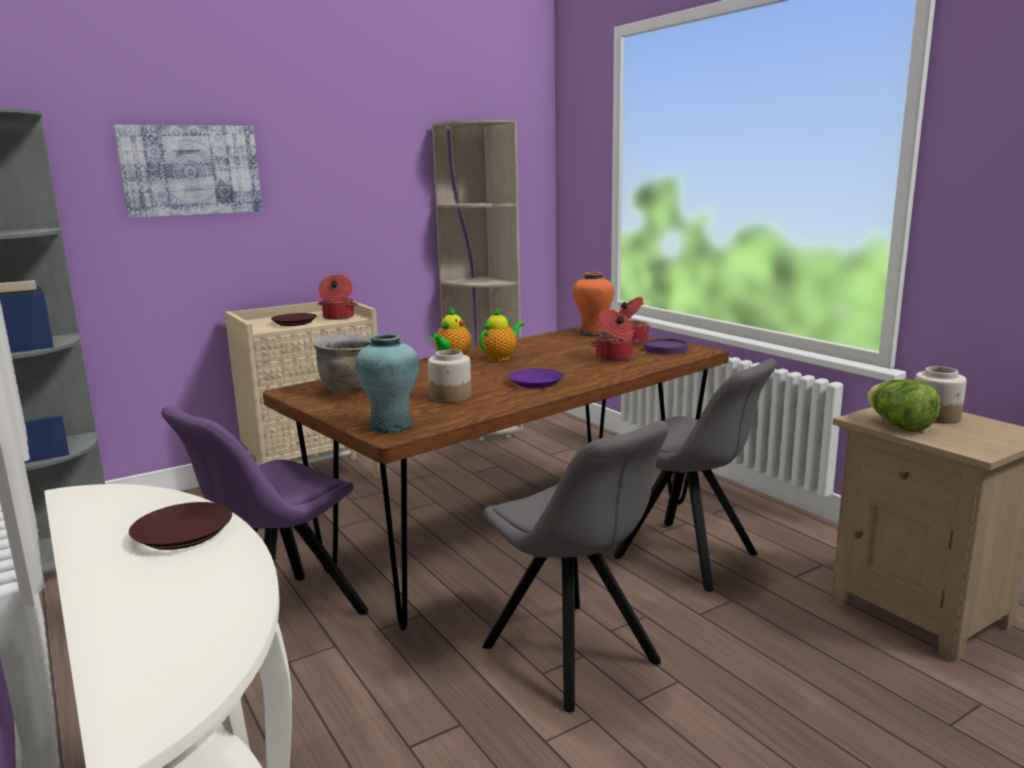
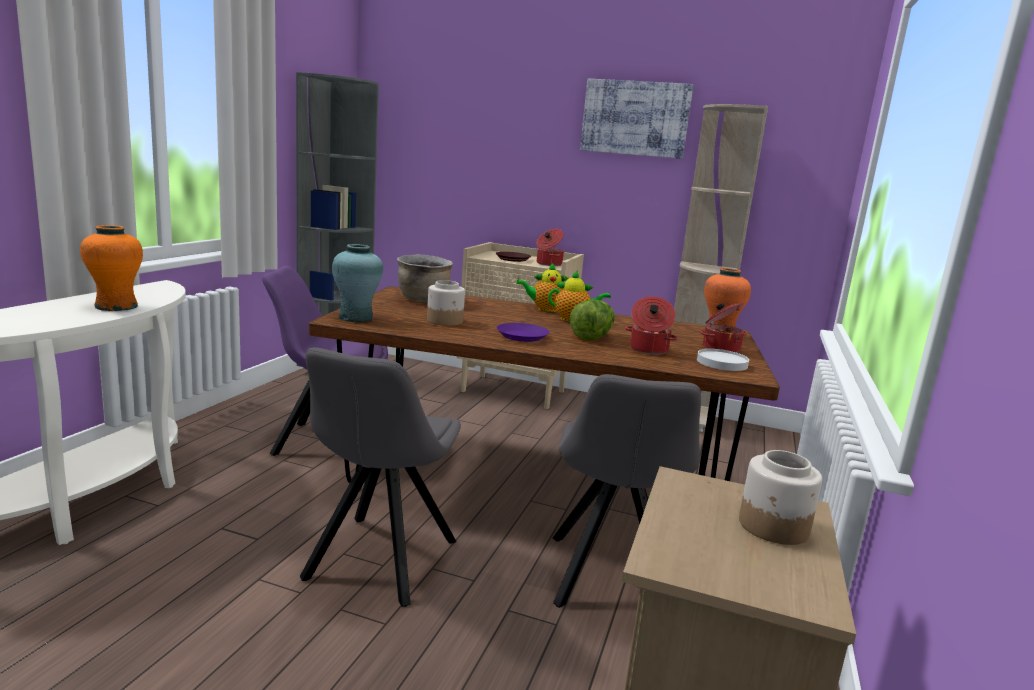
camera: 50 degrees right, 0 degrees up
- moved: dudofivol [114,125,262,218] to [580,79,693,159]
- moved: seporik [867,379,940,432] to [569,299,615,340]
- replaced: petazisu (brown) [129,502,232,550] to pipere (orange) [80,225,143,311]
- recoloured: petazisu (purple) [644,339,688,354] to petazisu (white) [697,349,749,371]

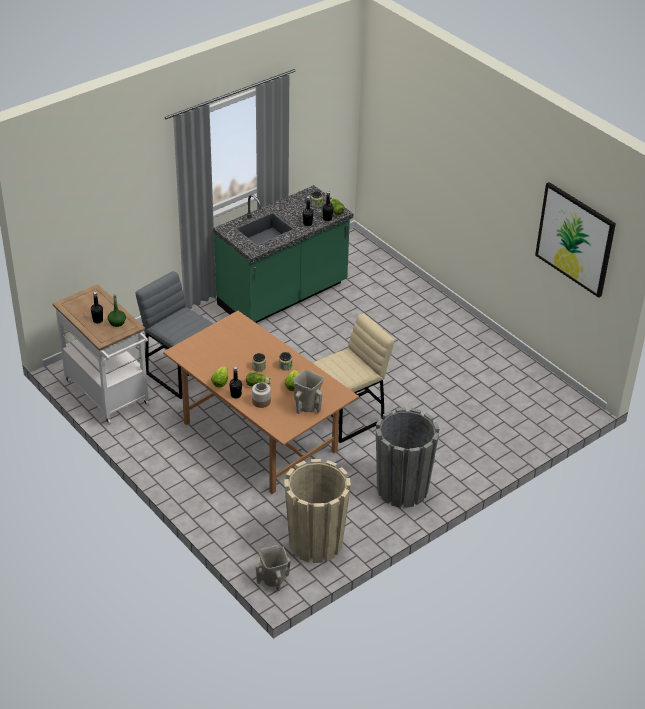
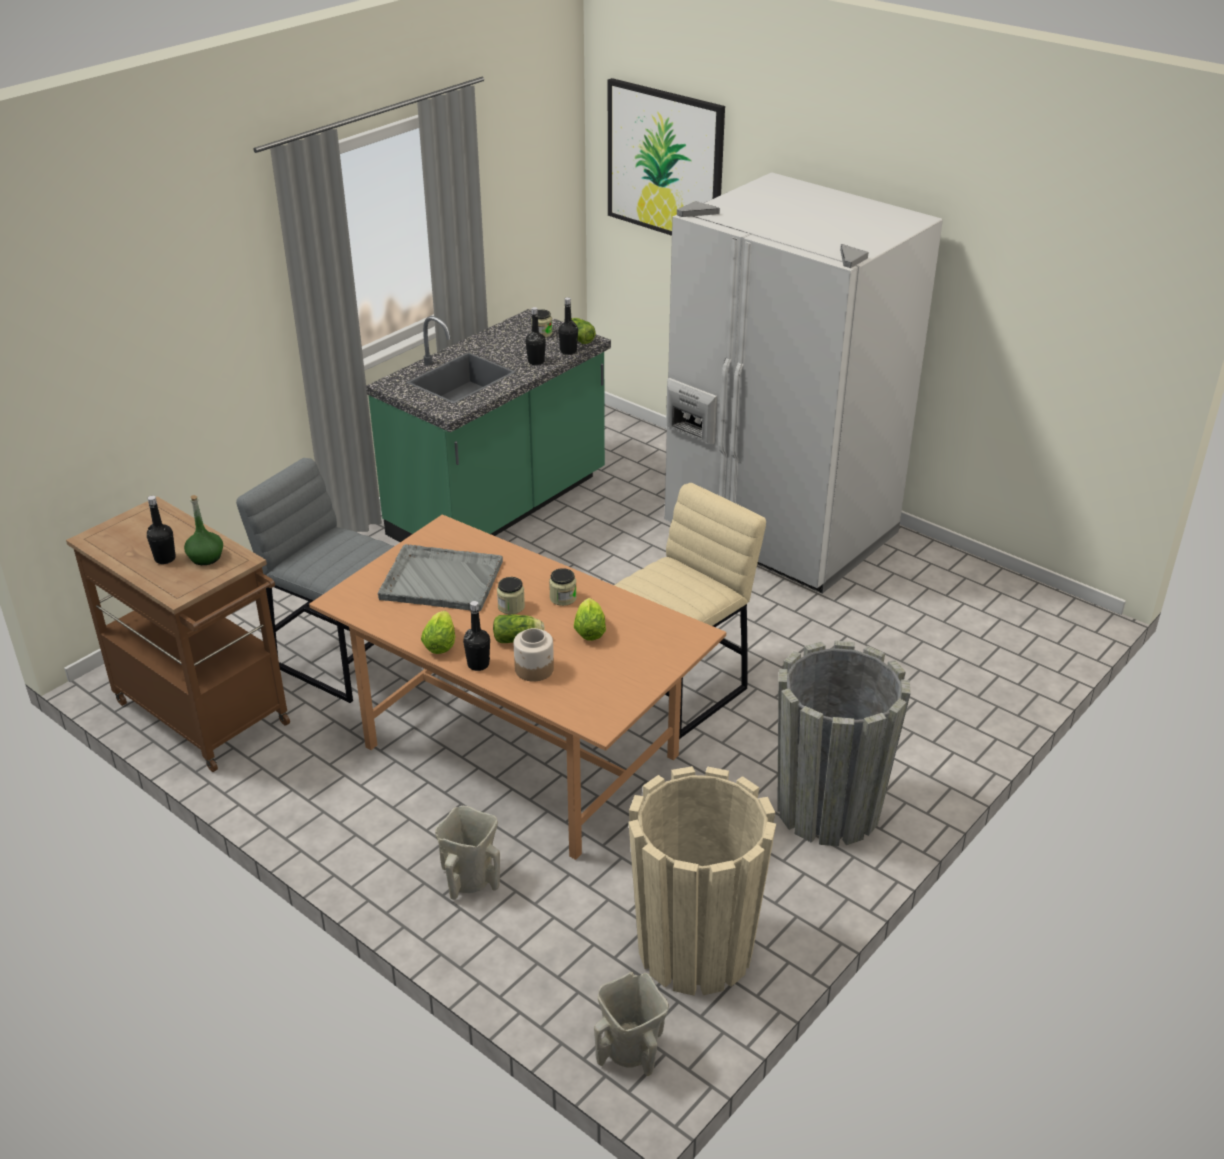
camera: 10 degrees left, 5 degrees down
- added: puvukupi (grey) [377,544,503,611]
- added: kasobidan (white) [665,172,943,594]
- moved: pipere (beige) [293,370,323,414] to [435,806,500,900]
- moved: dudofivol [535,182,616,298] to [608,78,725,236]
- recoloured: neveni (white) [53,284,149,425] to neveni (brown) [66,497,290,772]

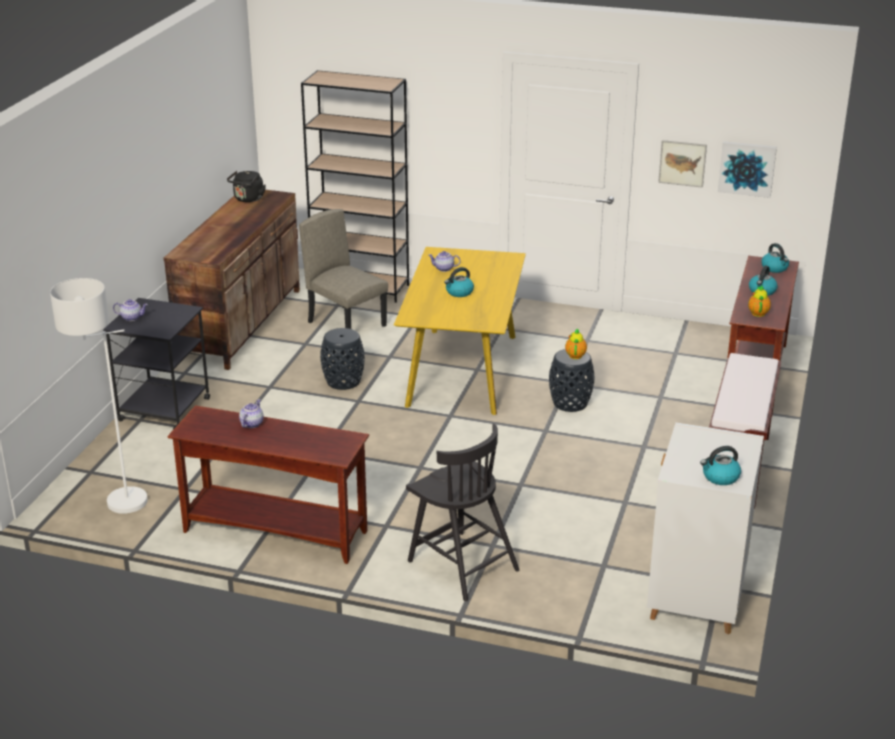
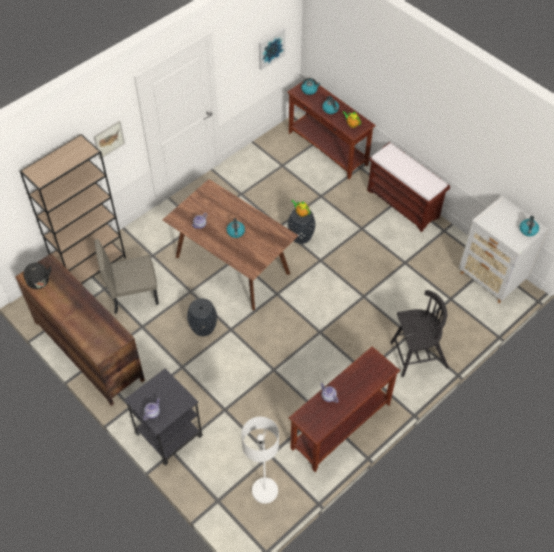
camera: 60 degrees left, 25 degrees up
- moved: dudofivol [658,140,707,188] to [94,121,125,159]
- recoloured: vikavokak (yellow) [394,247,526,415] to vikavokak (brown) [163,179,299,310]

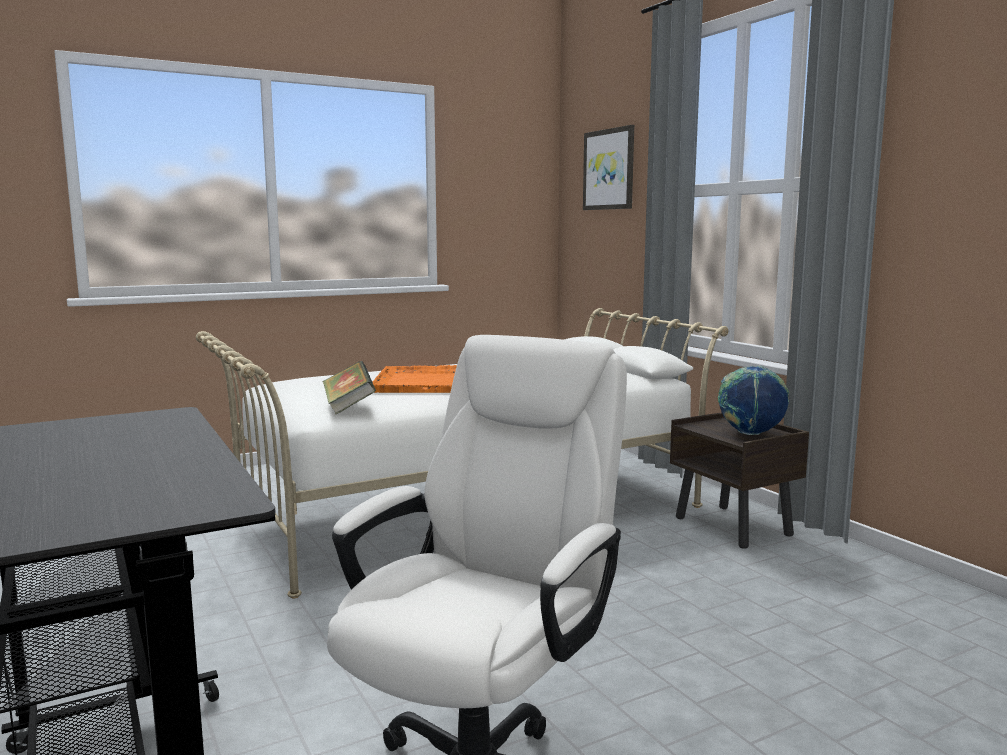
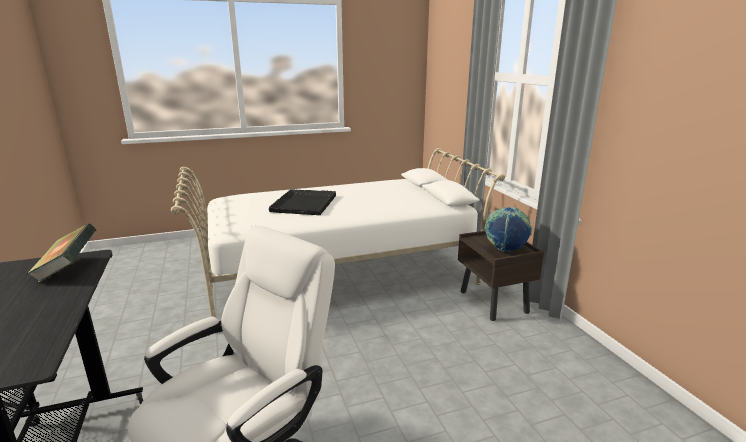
camera: 10 degrees right, 10 degrees up
- removed: dudofivol [583,125,634,210]
- moved: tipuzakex [323,361,376,414] to [27,223,96,283]
- recoloured: puvukupi (orange) [372,365,457,393] to puvukupi (black) [269,189,336,215]

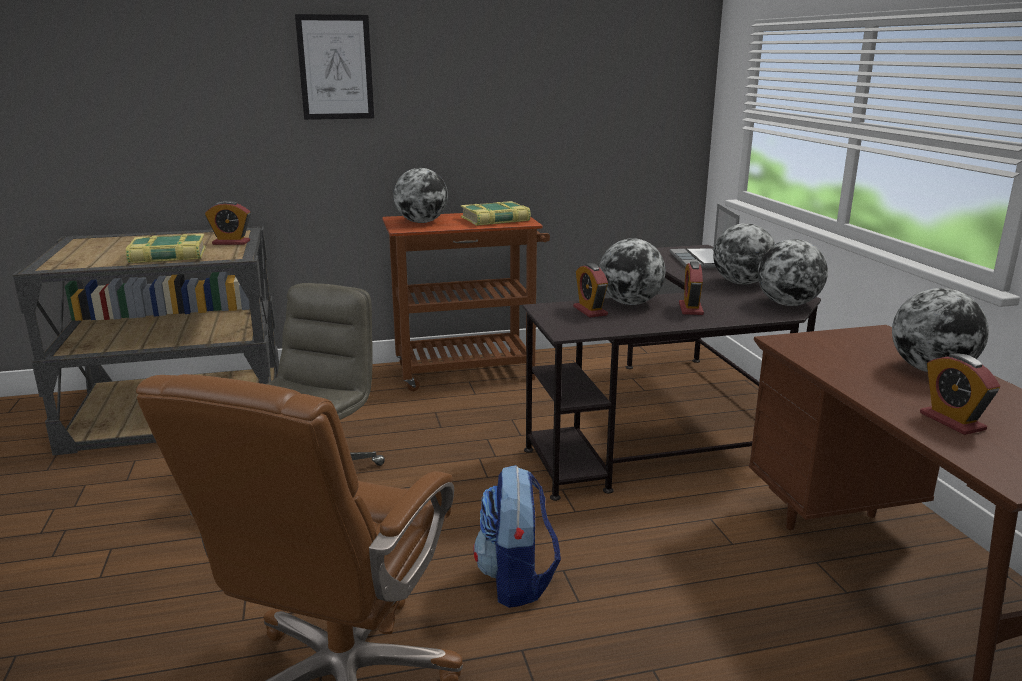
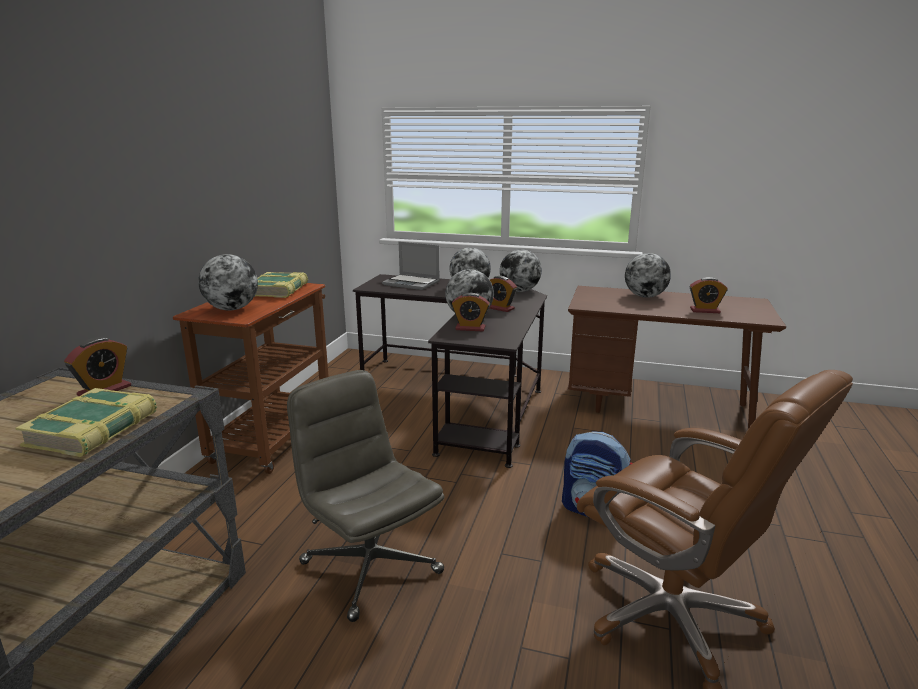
camera: 60 degrees left, 0 degrees up
- removed: dudofivol [295,14,374,120]

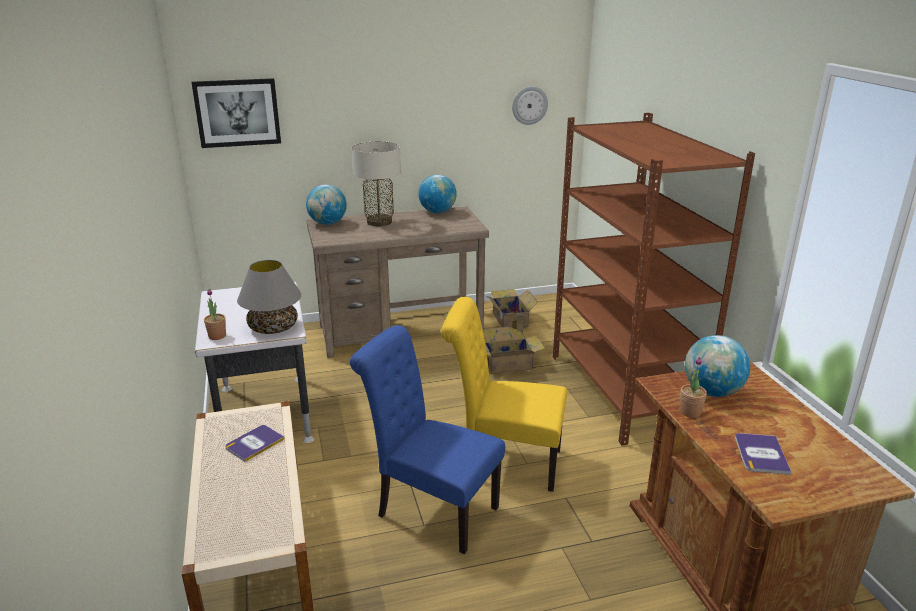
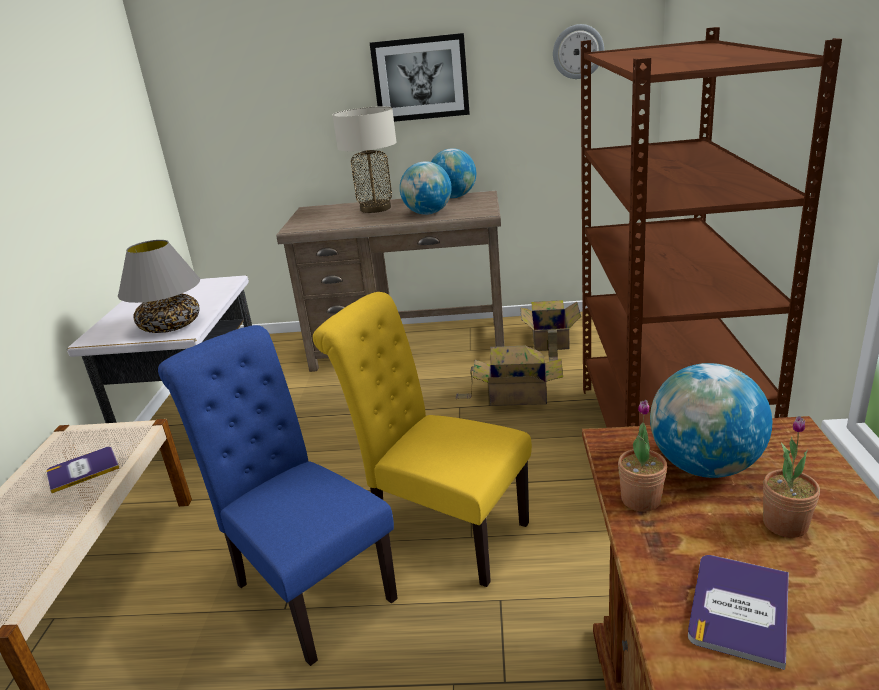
camera: 20 degrees right, 0 degrees up
- moved: dudofivol [191,78,281,148] to [370,33,470,122]
- moved: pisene [204,289,226,340] to [763,416,820,538]
- moved: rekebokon [306,184,347,225] to [400,161,452,215]

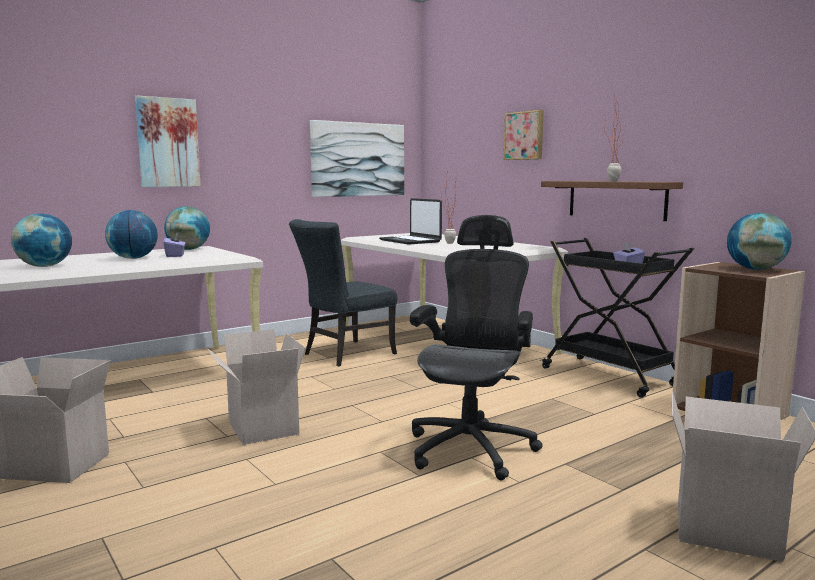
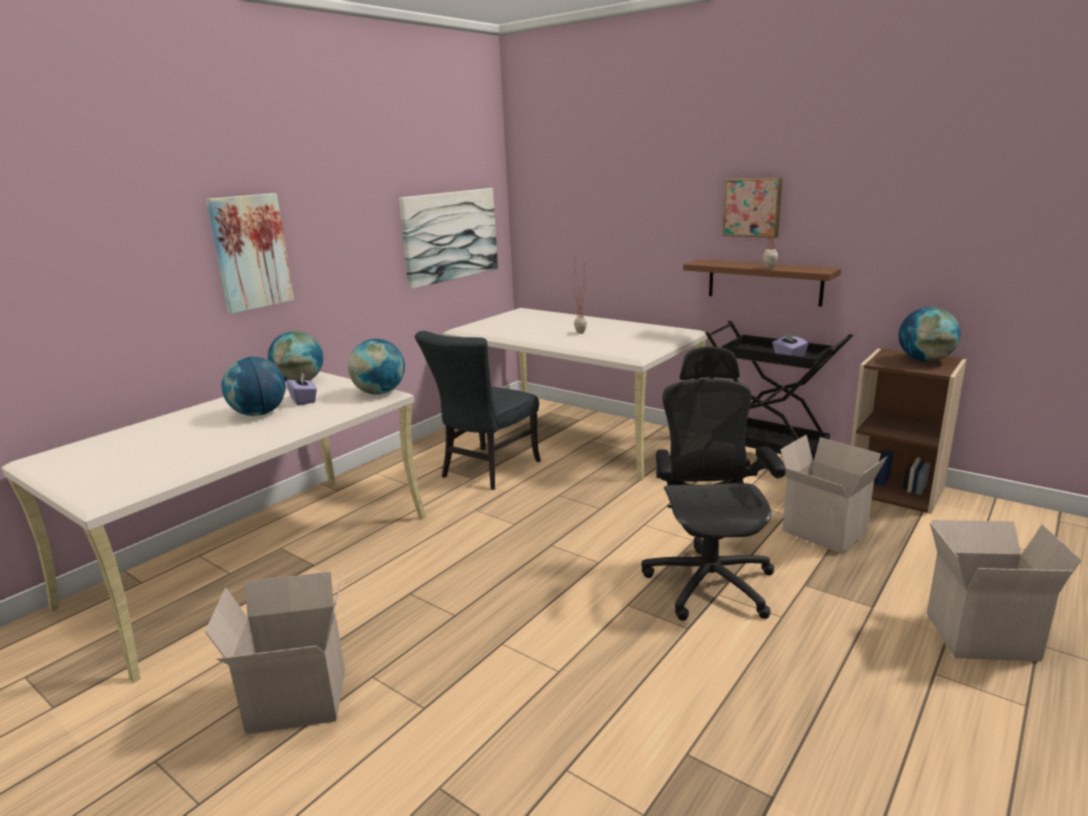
camera: 15 degrees left, 10 degrees up
- removed: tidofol [379,198,442,245]
- moved: rekebokon [11,214,72,267] to [348,339,405,395]
- moved: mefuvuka [207,329,305,445] to [780,435,887,554]
- moved: dudofivol [504,110,544,160] to [722,178,782,238]

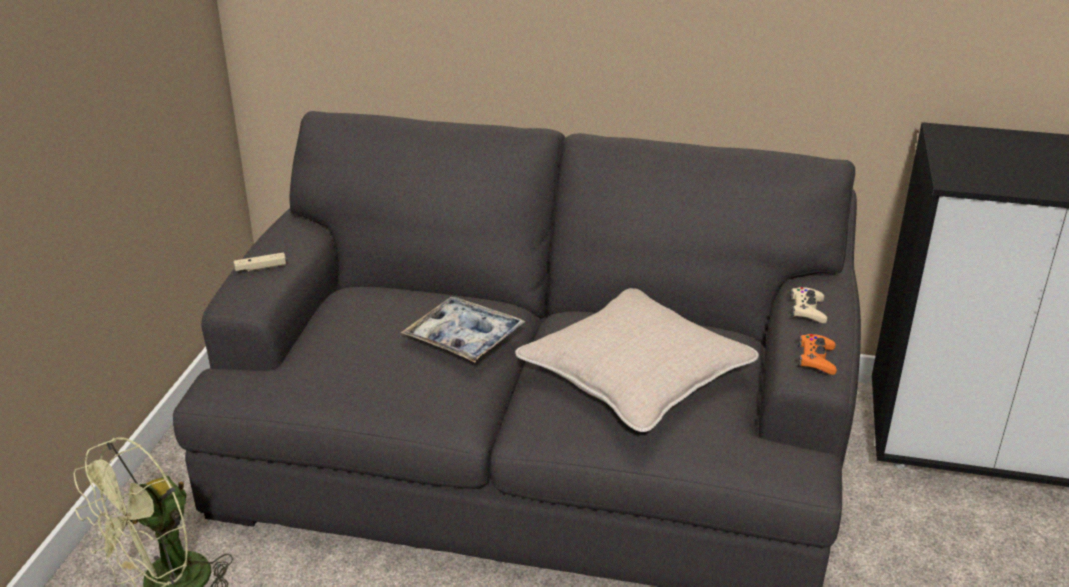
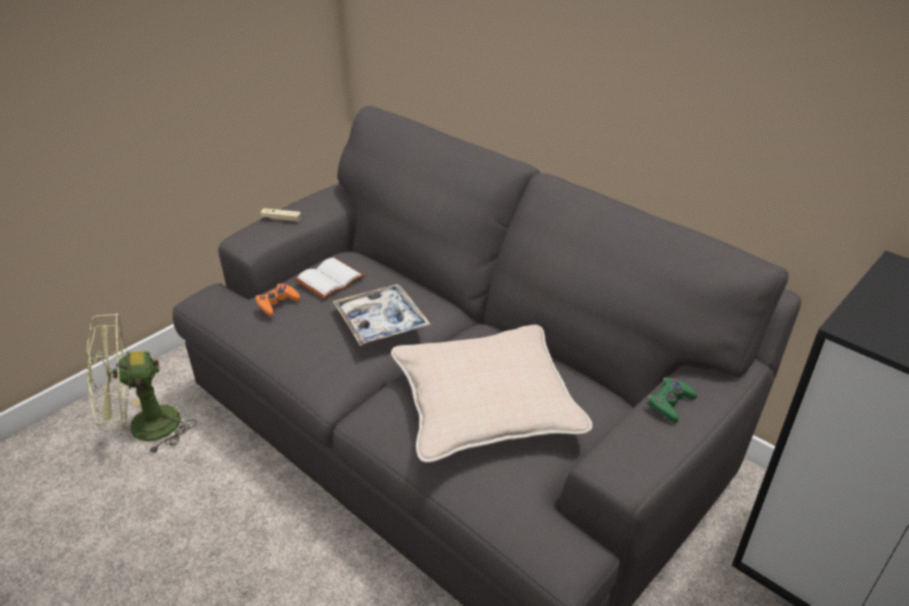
camera: 30 degrees right, 5 degrees up
- added: tipuzakex (white) [294,258,365,299]
- moved: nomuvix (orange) [798,334,837,375] to [255,283,300,316]
- recoloured: nomuvix (beige) [790,287,827,323] to nomuvix (green) [647,377,697,423]

